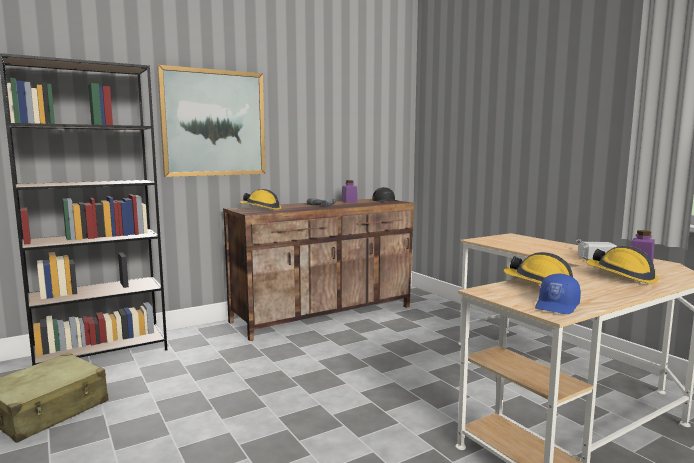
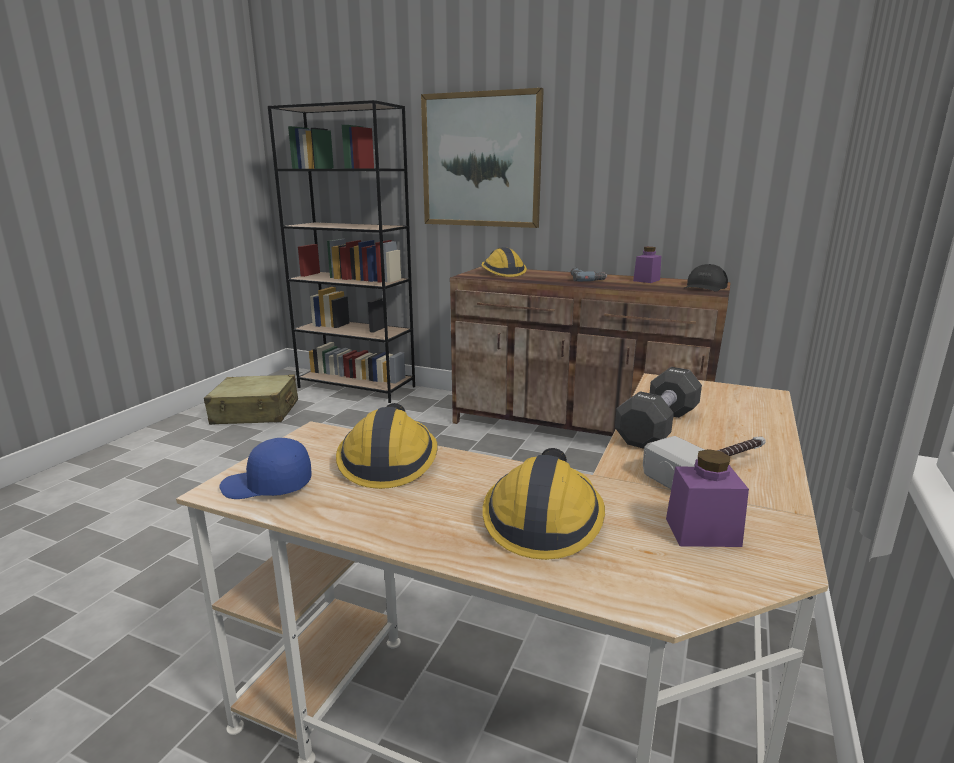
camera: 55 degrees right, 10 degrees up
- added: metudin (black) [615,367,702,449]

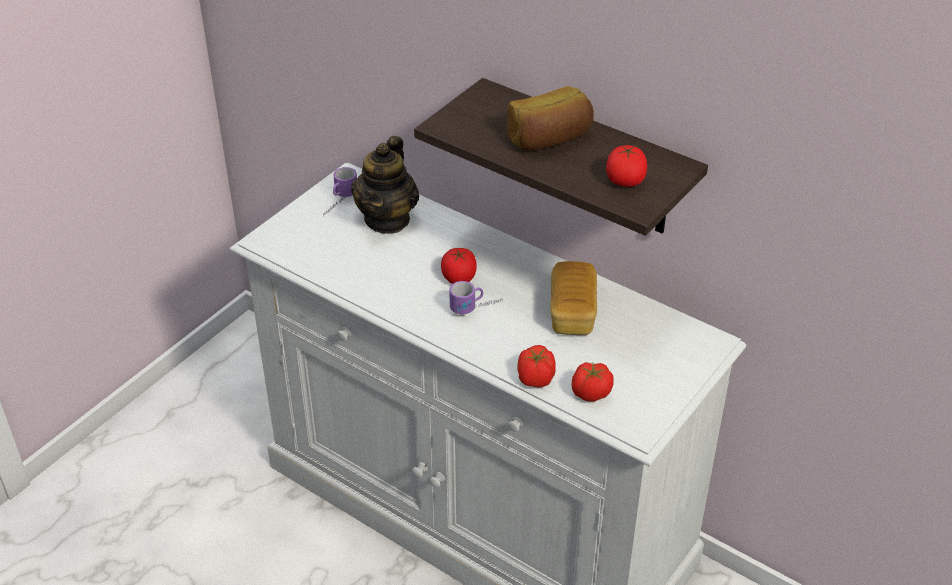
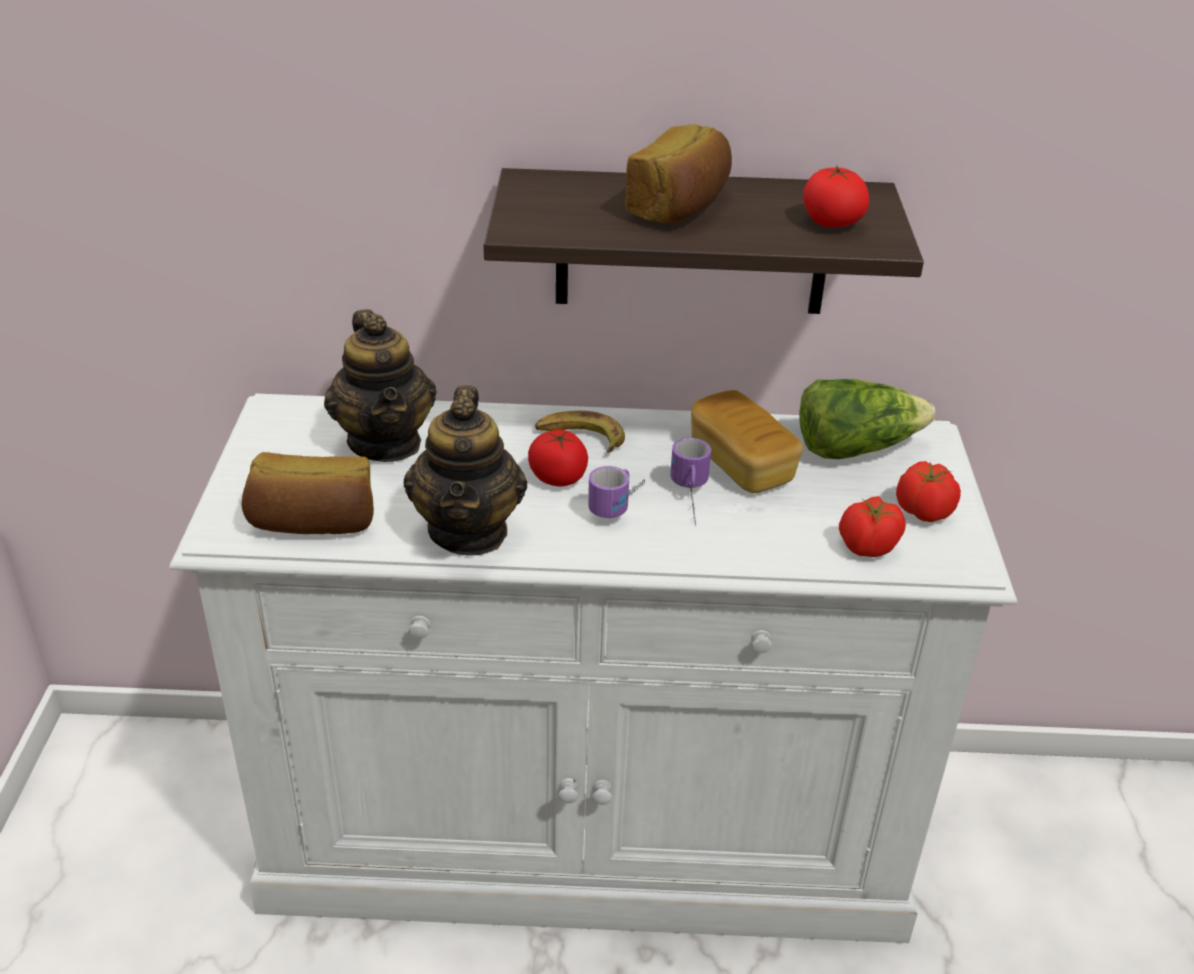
camera: 35 degrees left, 5 degrees down
- added: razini [242,452,374,534]
- added: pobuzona [404,385,527,556]
- added: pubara [535,411,625,453]
- added: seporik [799,379,936,459]
- moved: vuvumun [323,167,357,216] to [670,438,711,527]
- moved: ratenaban [517,345,556,388] to [896,461,961,522]

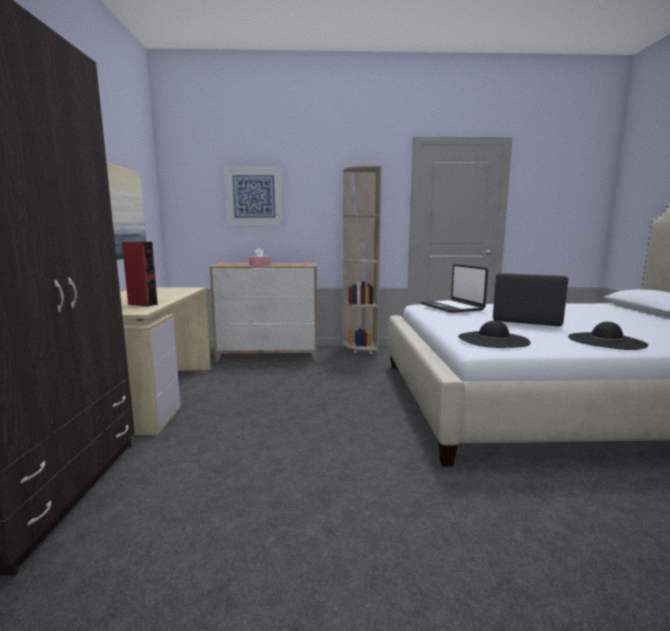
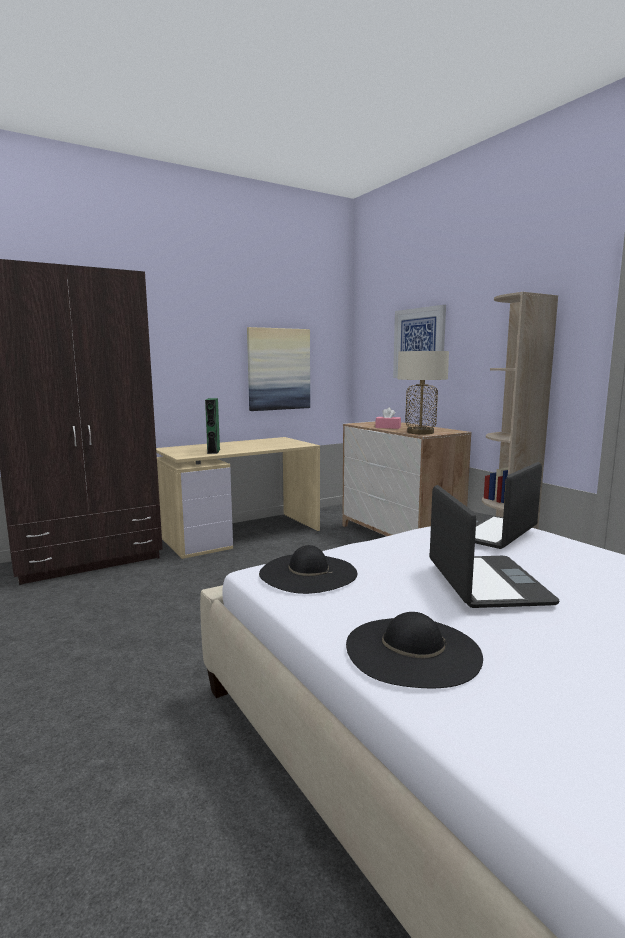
camera: 60 degrees right, 0 degrees up
- added: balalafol [398,351,449,434]
- recoloured: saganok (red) [122,242,158,307] to saganok (green) [205,398,220,454]

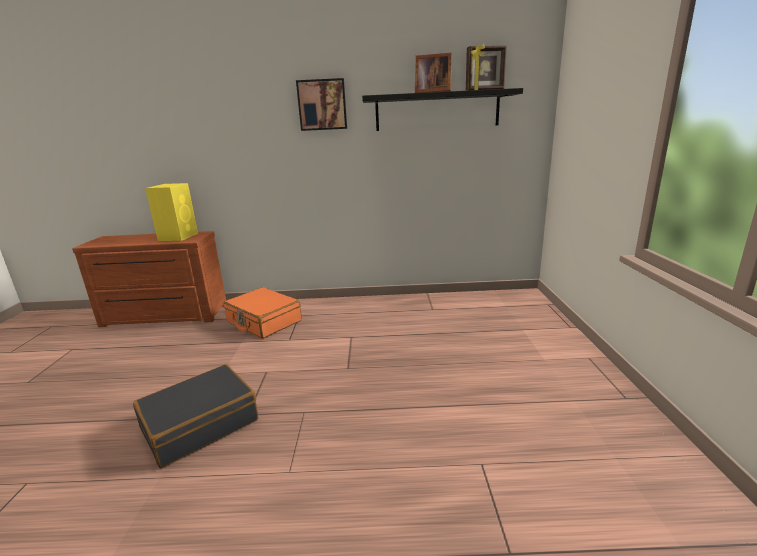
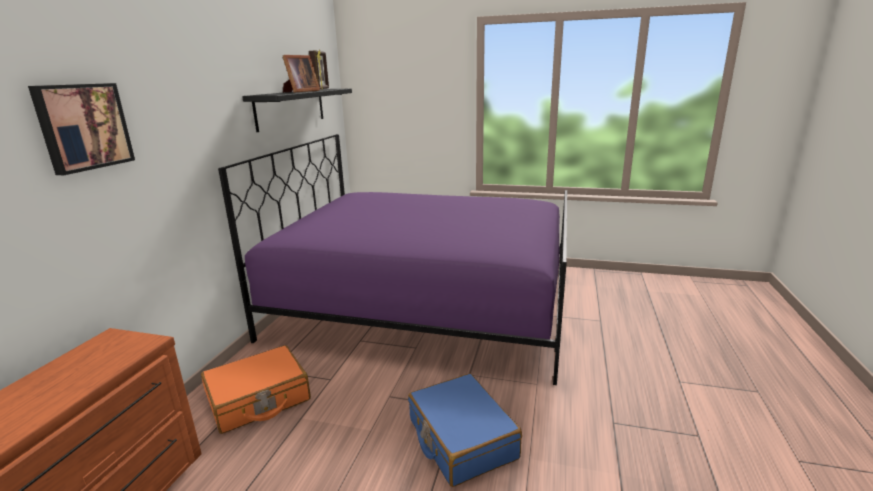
camera: 75 degrees left, 0 degrees up
- removed: saganok (yellow) [145,183,198,241]
- added: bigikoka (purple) [218,134,567,385]
- moved: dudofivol [296,78,347,131] to [28,83,135,175]
- recoloured: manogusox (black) [133,364,258,468] to manogusox (blue) [408,373,522,487]

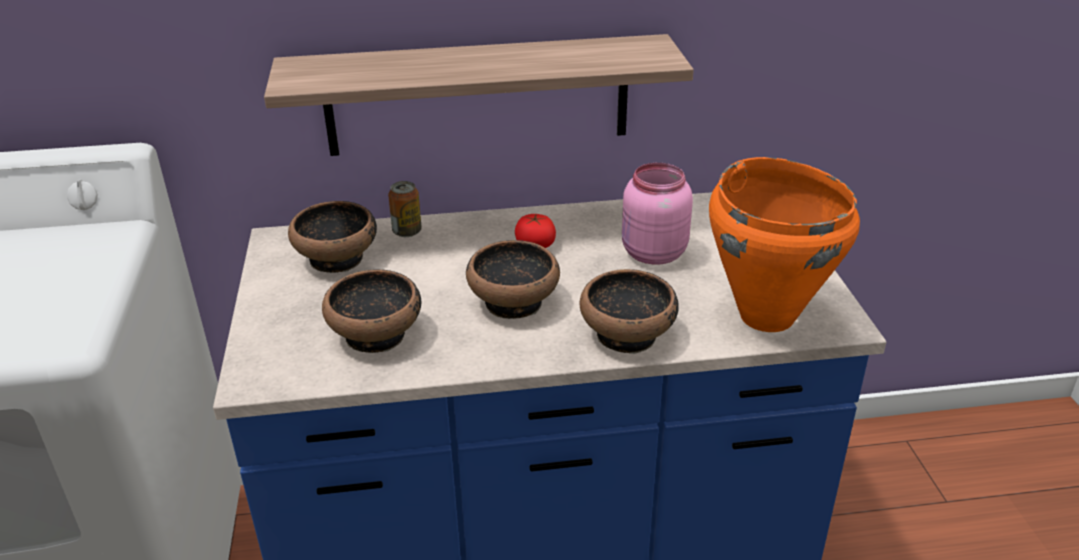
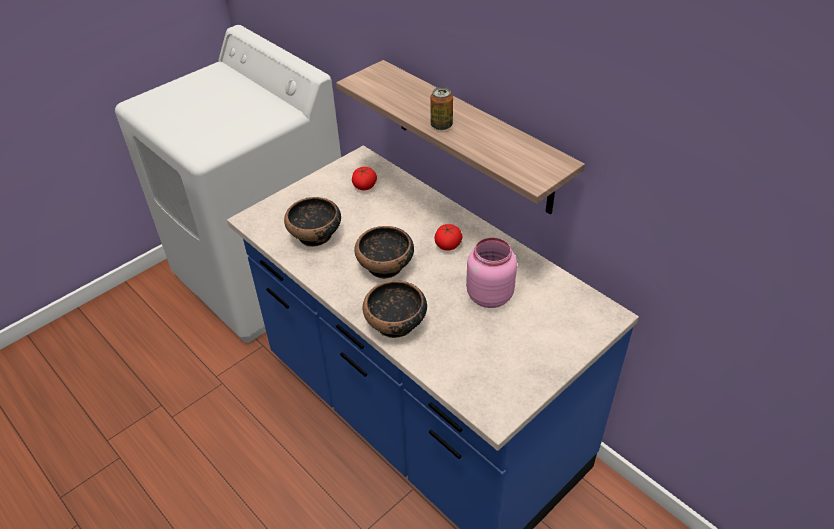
camera: 55 degrees right, 10 degrees up
- removed: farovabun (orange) [709,157,860,332]
- moved: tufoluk [388,181,422,237] to [430,87,453,130]
- replaced: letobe [288,201,377,273] to ratenaban [352,167,377,190]

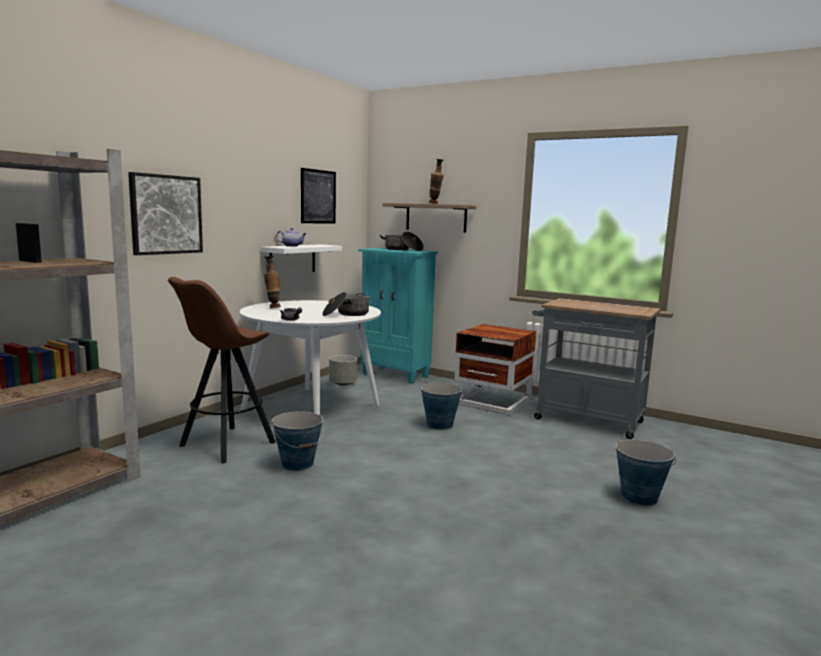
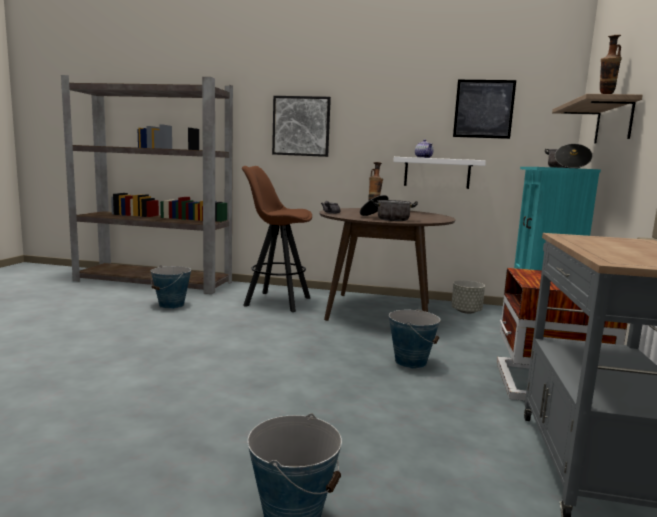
camera: 70 degrees right, 0 degrees up
- moved: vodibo [272,411,325,471] to [151,265,191,309]
- recoloured: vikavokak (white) [240,300,381,415] to vikavokak (brown) [319,208,456,321]

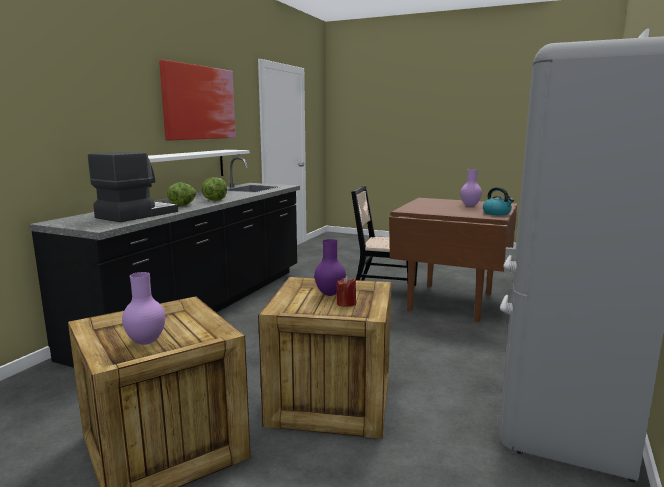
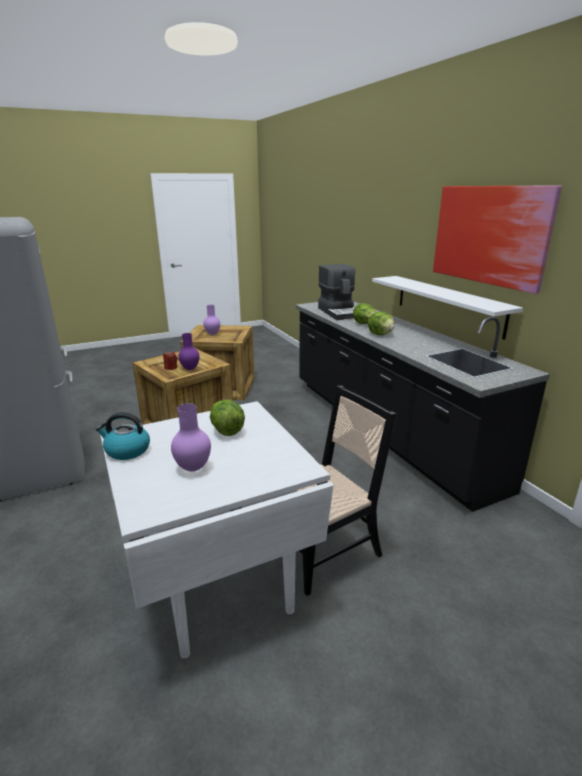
camera: 130 degrees right, 10 degrees up
- added: seporik [210,400,245,436]
- recoloured: vikavokak (brown) [389,198,517,322] to vikavokak (white) [100,401,334,659]

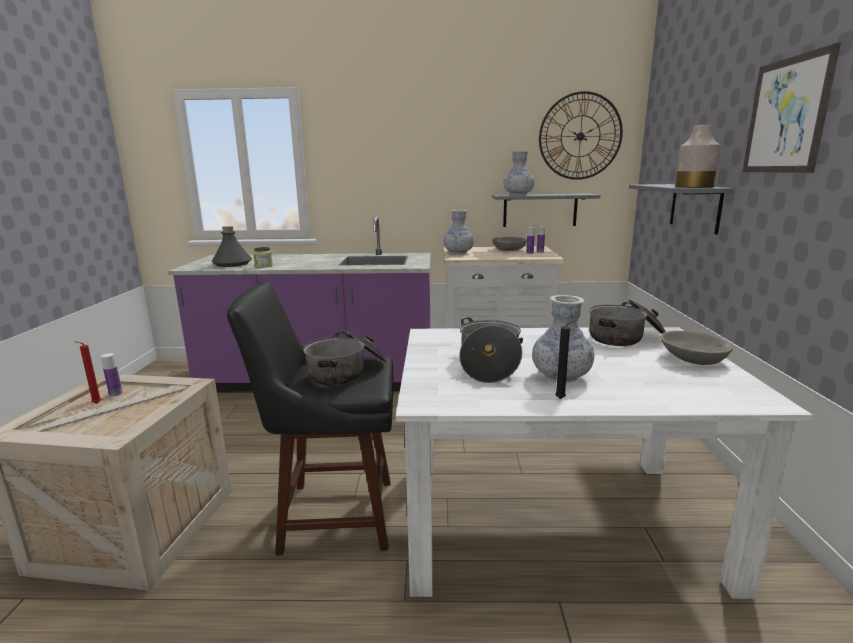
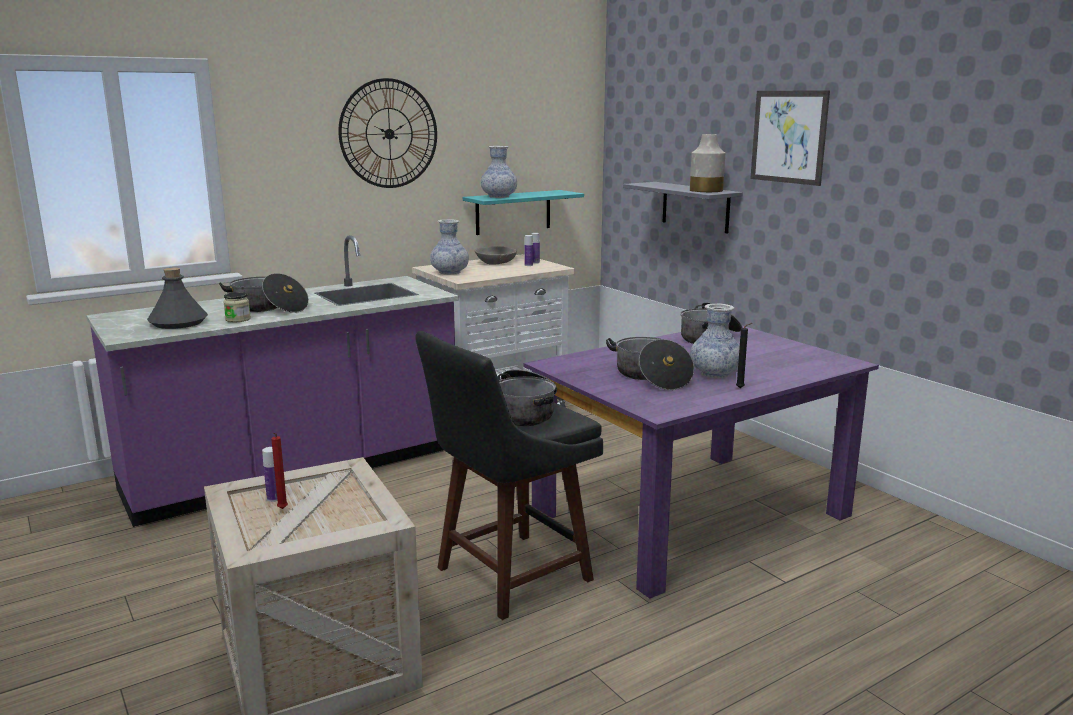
camera: 35 degrees left, 0 degrees up
- removed: letobe (grey) [660,331,733,365]
- added: farovabun [219,273,309,313]
- moved: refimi [539,91,623,180] to [338,78,437,188]
- recoloured: vikavokak (white) [396,327,813,599] to vikavokak (purple) [524,326,879,599]
- recoloured: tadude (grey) [492,193,601,227] to tadude (turquoise) [463,190,584,235]

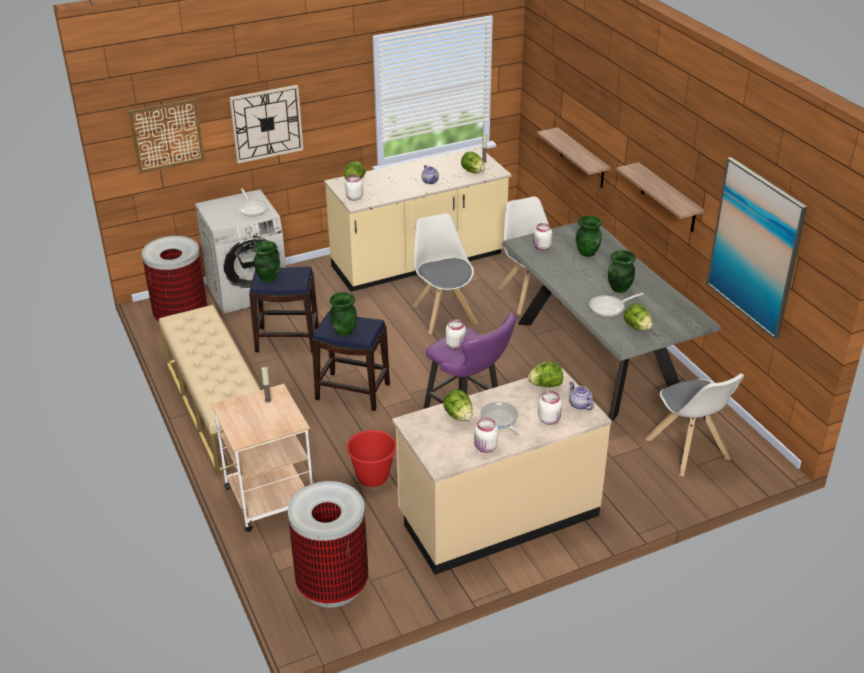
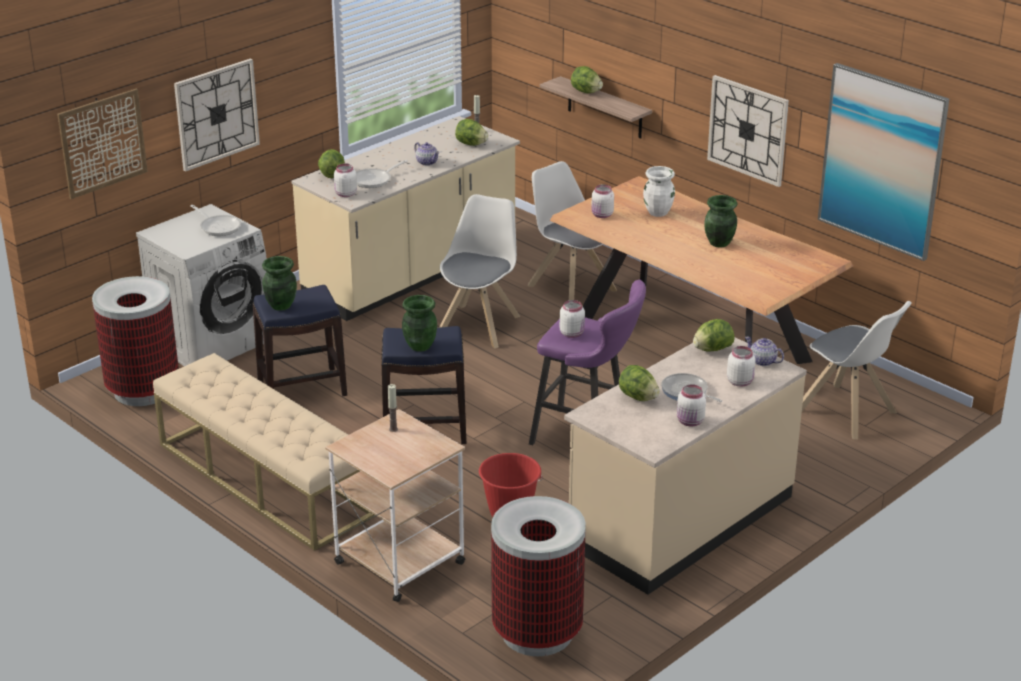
camera: 20 degrees left, 5 degrees down
- moved: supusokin [589,293,643,317] to [356,160,408,188]
- moved: seporik [624,303,653,331] to [571,66,603,93]
- replaced: tadude [616,162,704,232] to refimi [707,75,789,187]
- recoloured: vikavokak (grey) [502,222,722,422] to vikavokak (brown) [550,176,853,364]
- recoloured: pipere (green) [576,215,602,257] to pipere (white) [643,166,675,217]
- turned: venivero [412,213,478,335] = [439,194,520,349] 60 degrees clockwise

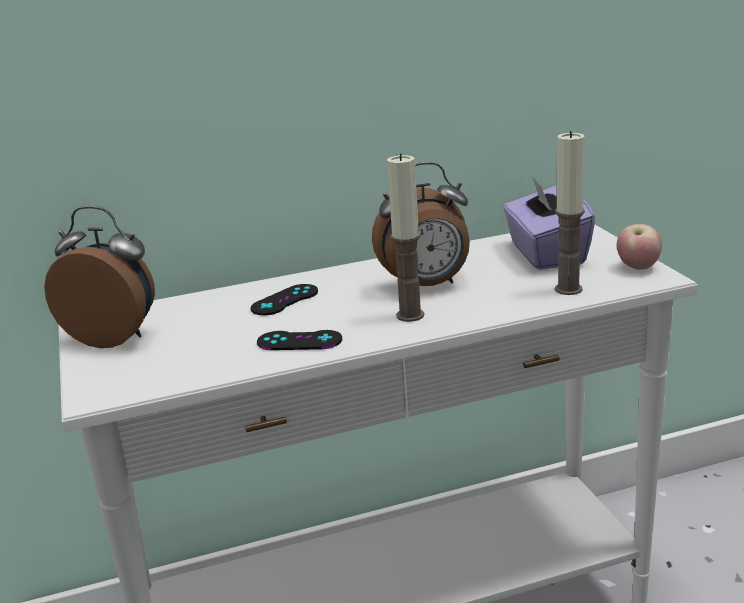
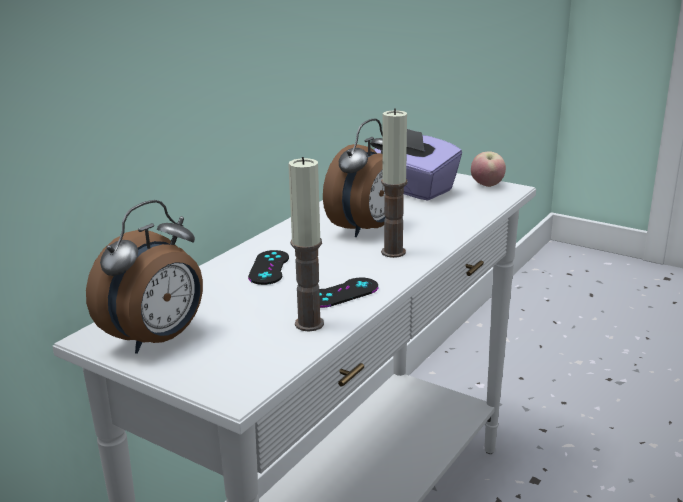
camera: 40 degrees left, 0 degrees up
- moved: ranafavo [555,131,585,295] to [288,157,324,332]
- turned: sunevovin [44,206,155,348] = [86,200,203,354] 150 degrees clockwise

